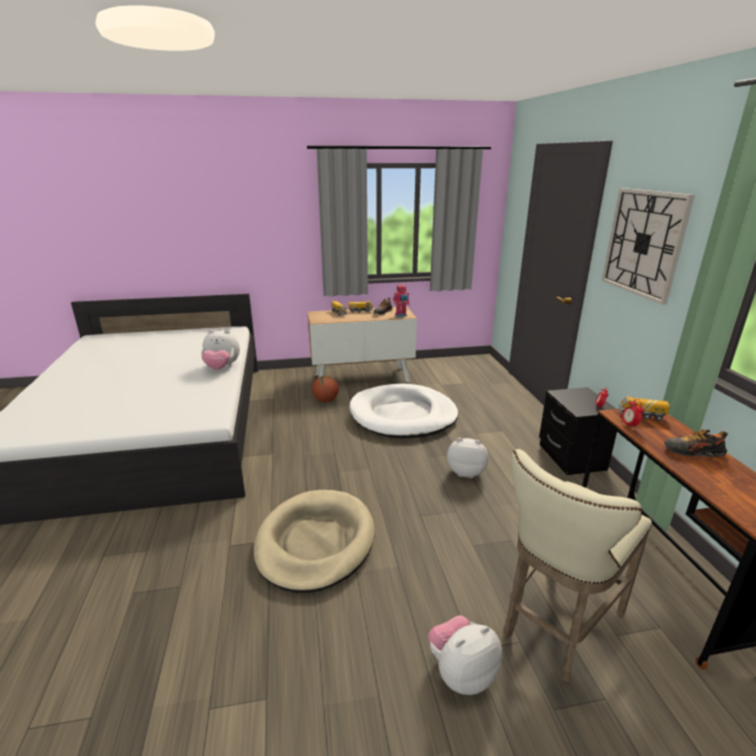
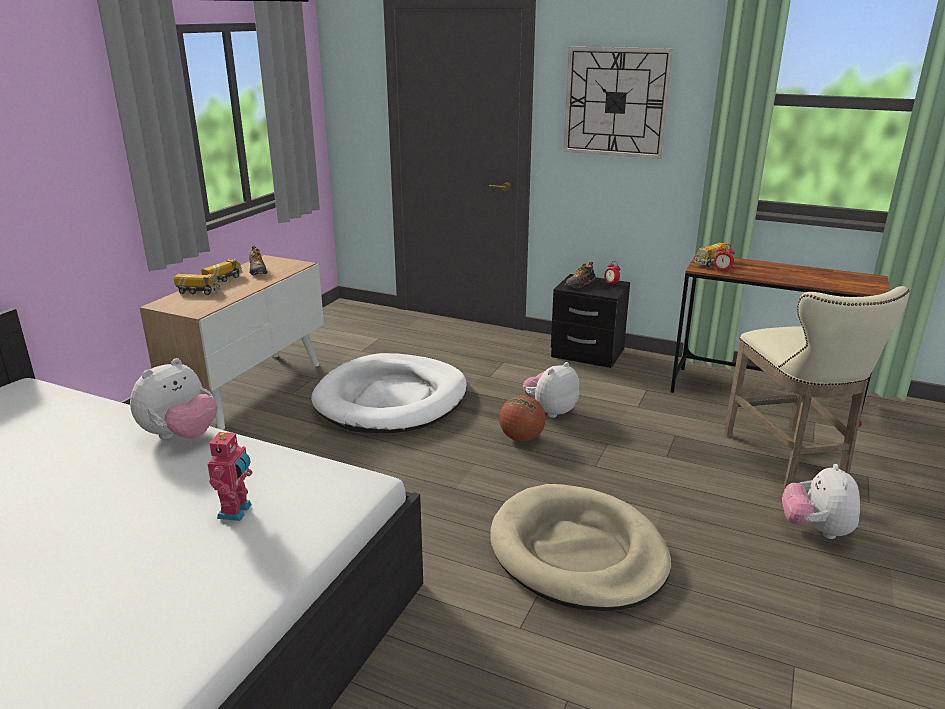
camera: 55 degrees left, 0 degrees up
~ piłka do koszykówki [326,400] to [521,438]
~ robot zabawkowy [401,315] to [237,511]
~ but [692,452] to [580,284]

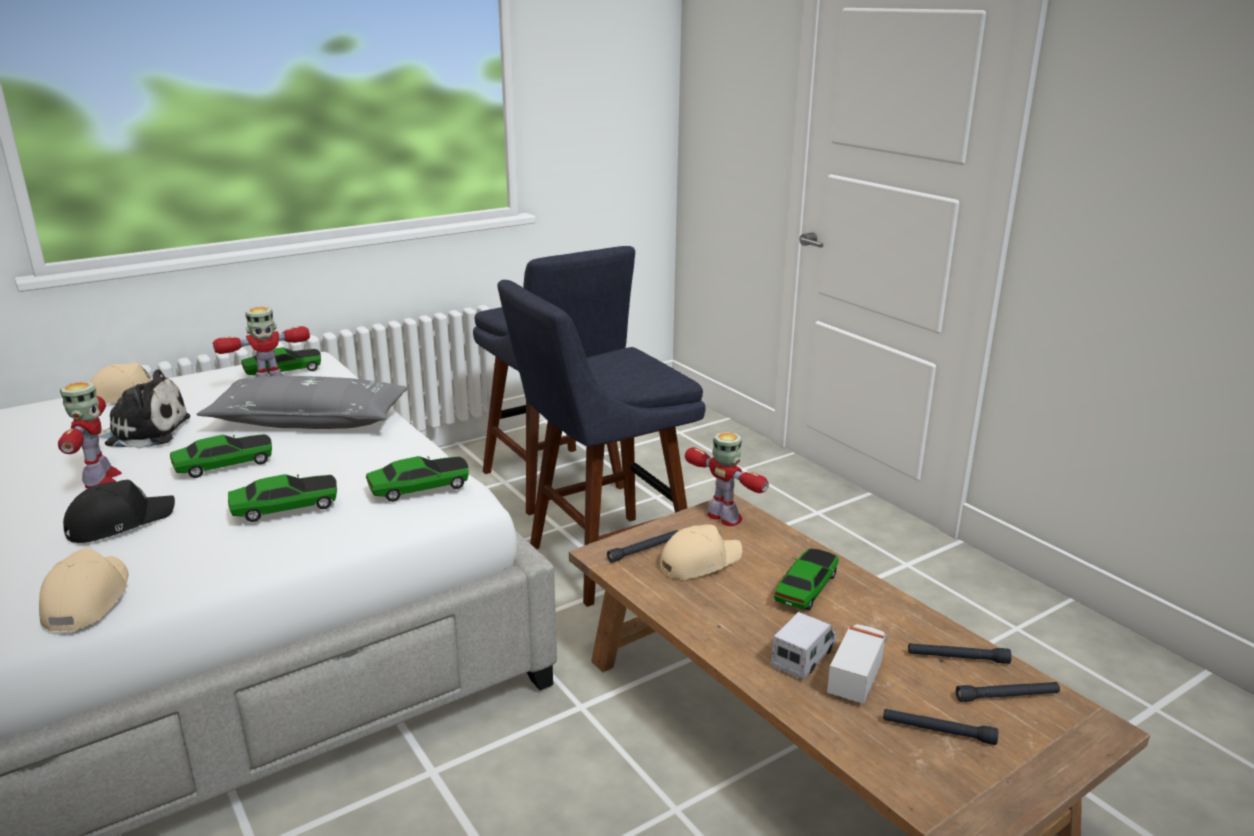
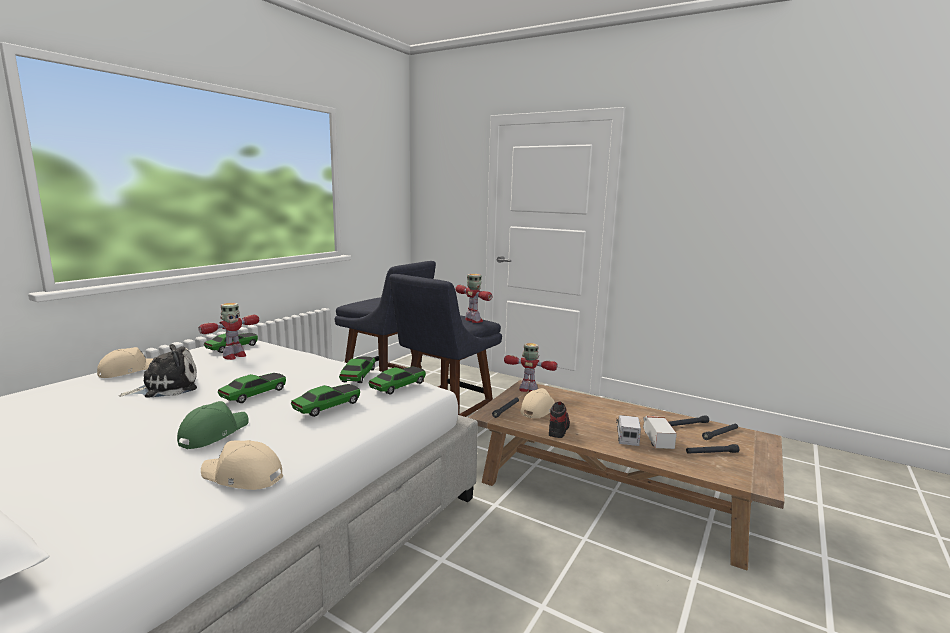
camera: 25 degrees left, 10 degrees down
- poduszka (szary) [309,420]
+ but [558,428]
~ robot zabawkowy [100,480] to [473,320]
~ samochodzik [805,589] to [358,376]
~ czapka z daszkiem (czarny) [119,522] to czapka z daszkiem (zielony) [213,433]
~ czapka z daszkiem (beżowy) [86,600] = [242,476] 45 degrees counterclockwise

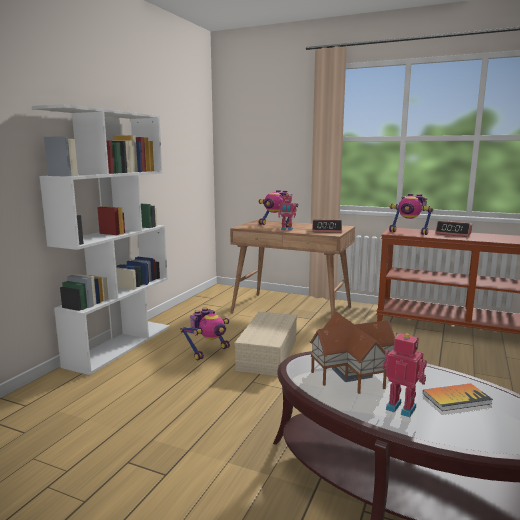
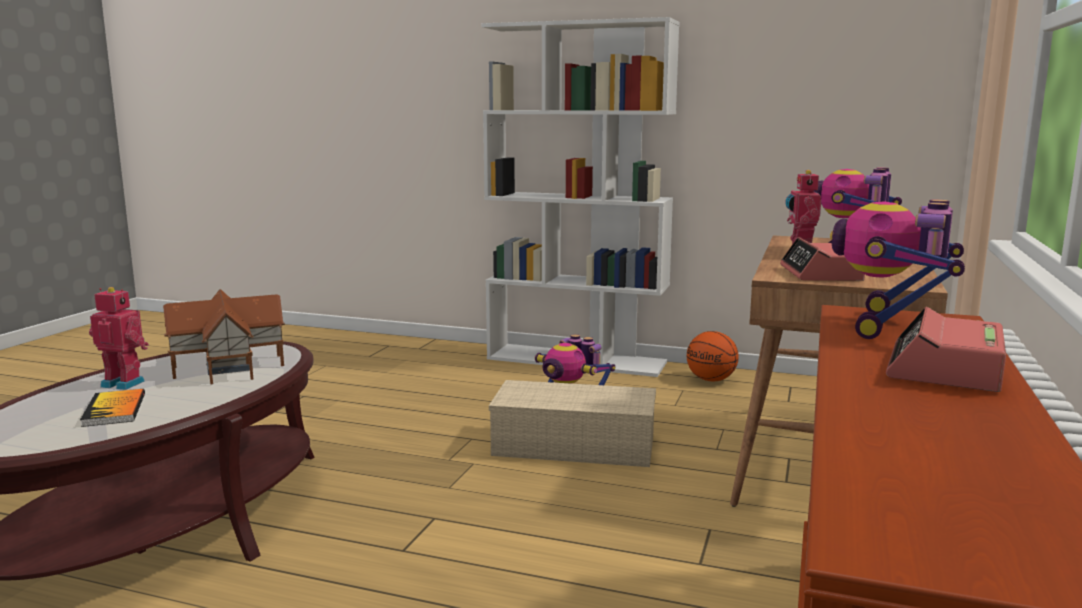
camera: 85 degrees right, 0 degrees up
+ piłka do koszykówki [711,380]
~ robot zabawkowy [401,407] = [124,383] 105 degrees counterclockwise

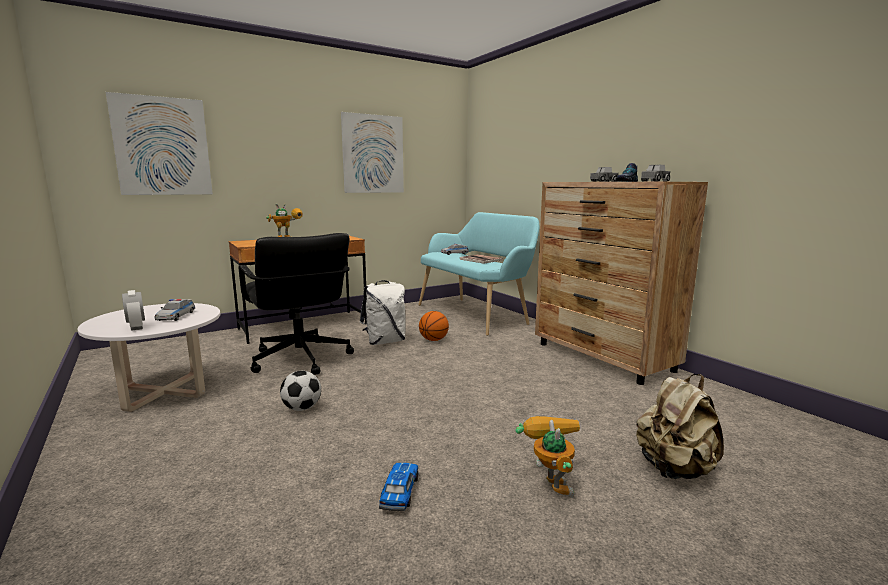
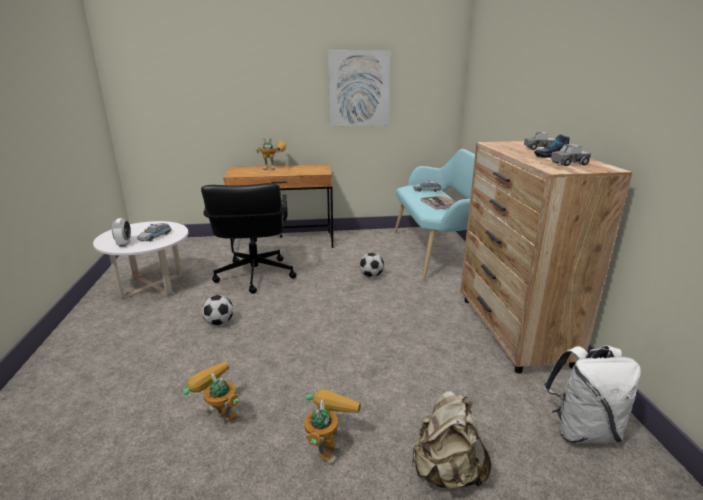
camera: 25 degrees right, 10 degrees up
- obraz [162,146]
~ plecak (biały) [385,341] to [582,430]
~ samochodzik [399,493] to robot zabawkowy [219,416]
~ piłka do koszykówki [433,340] to piłka futbolowa [371,276]

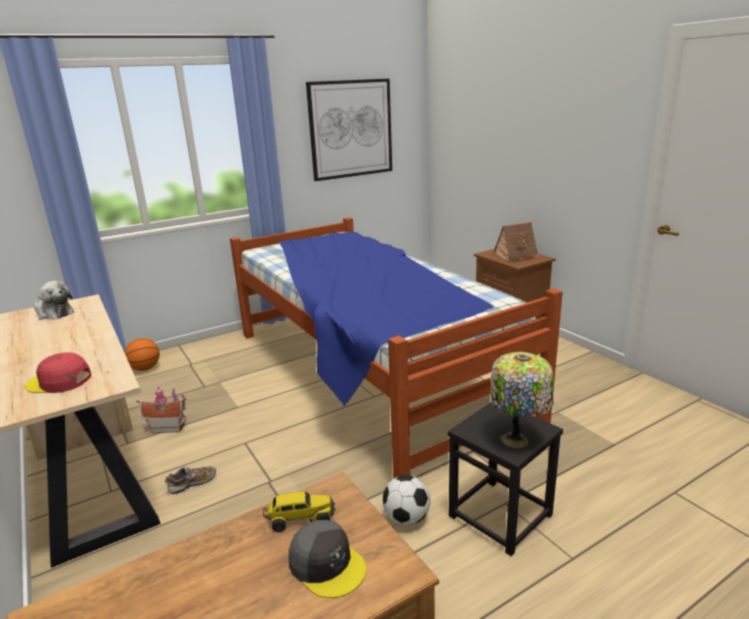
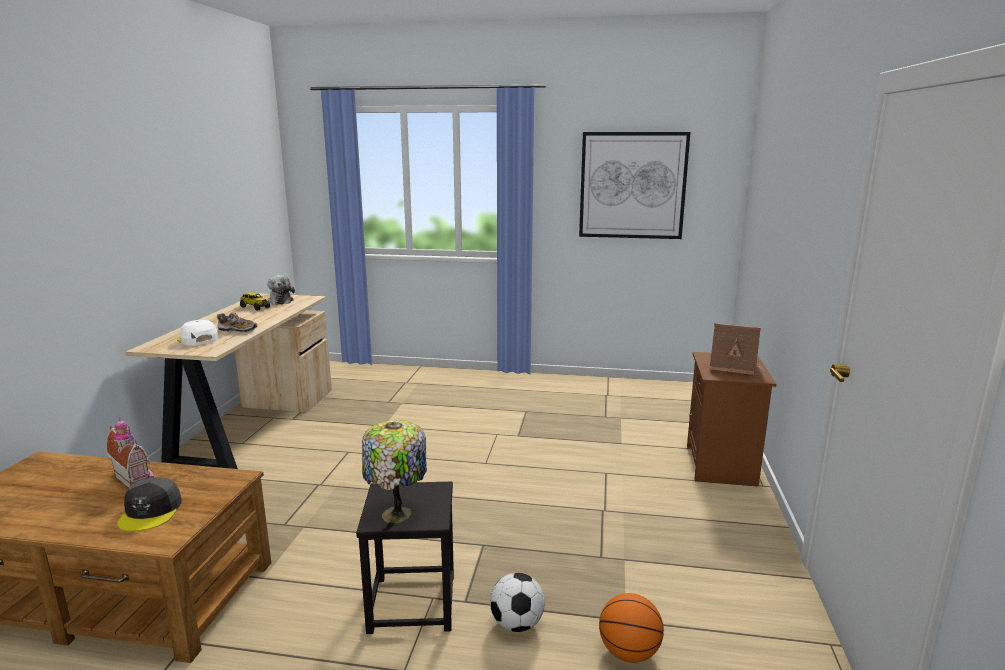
camera: 40 degrees right, 5 degrees down
- łóżko [369,373]
~ piłka do koszykówki [145,368] to [629,652]
~ domek [168,427] to [136,478]
~ but [192,484] to [238,330]
~ ciężarówka zabawkowa [300,519] to [255,307]
~ piłka futbolowa [406,518] to [517,624]
~ czapka z daszkiem (czerwony) [59,381] to czapka z daszkiem (biały) [197,339]

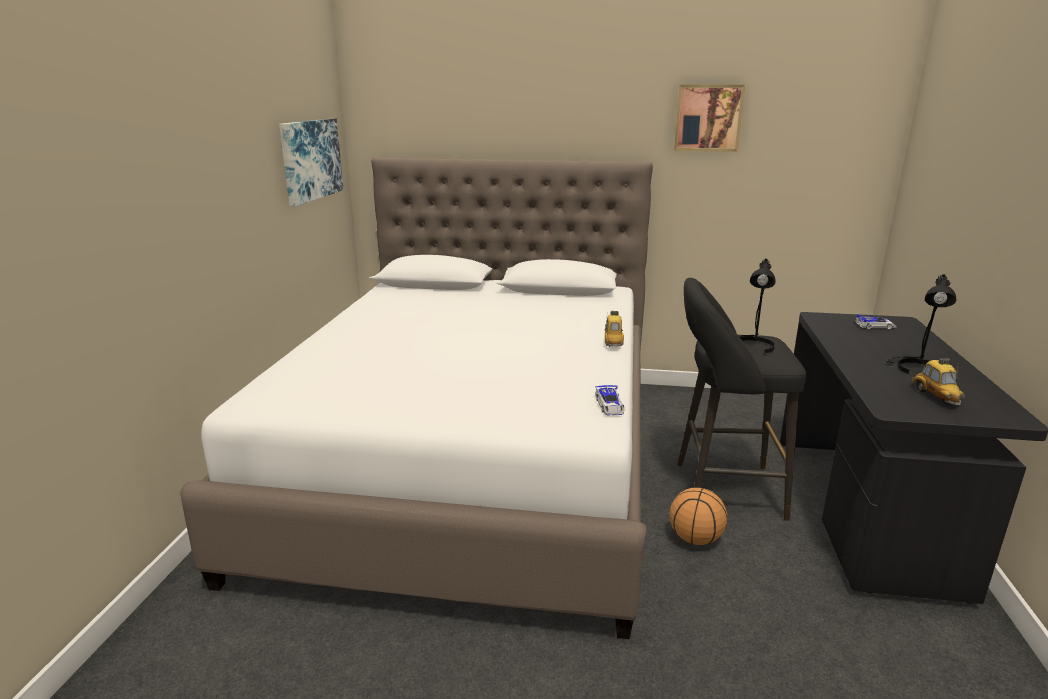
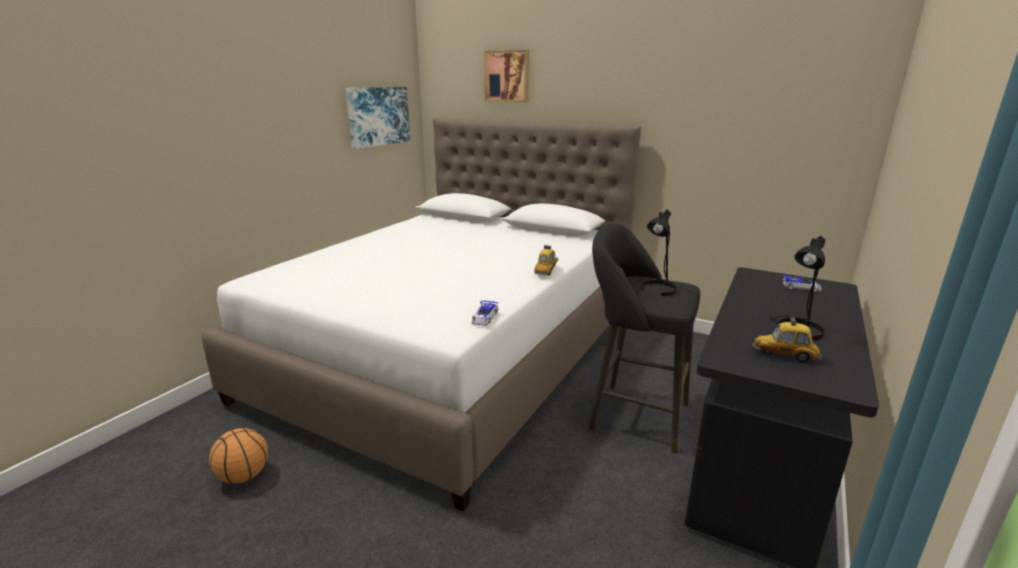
camera: 20 degrees right, 0 degrees up
~ piłka do koszykówki [694,539] to [243,476]
~ obraz [708,118] to [507,76]
~ samochodzik [936,396] = [785,356] 90 degrees clockwise

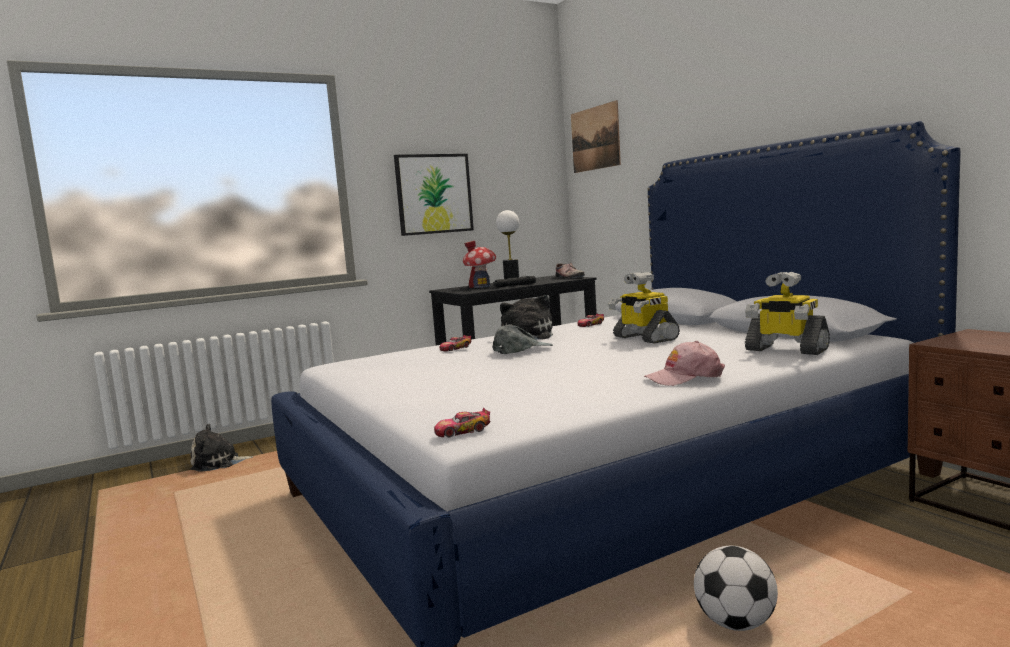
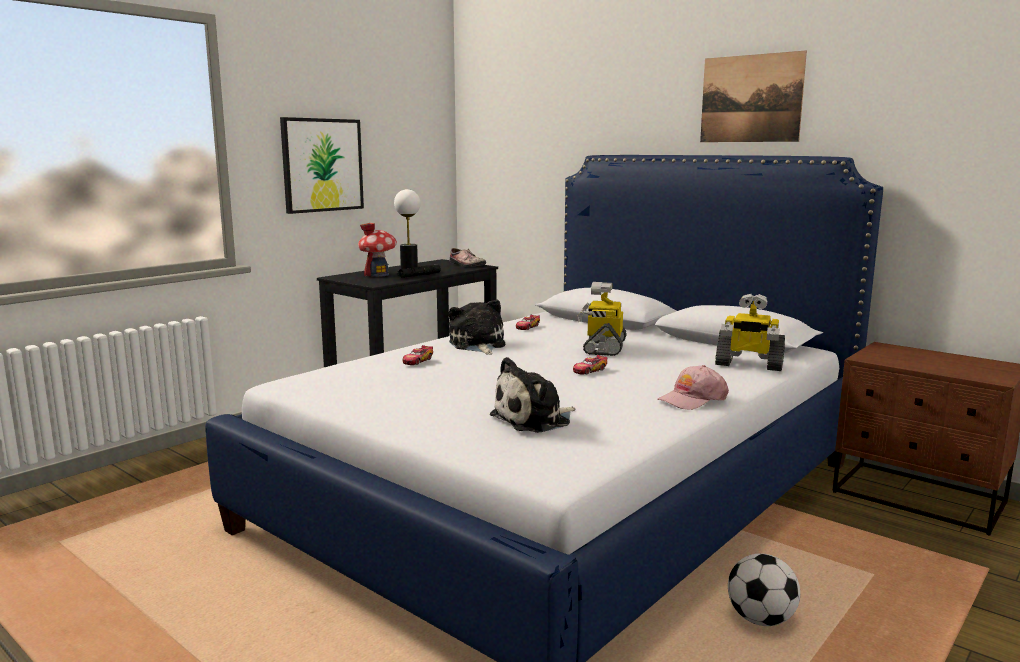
camera: 20 degrees left, 5 degrees up
- czapka z daszkiem (szary) [522,349]
~ pluszak [219,463] to [534,420]
~ samochodzik [462,431] to [589,370]
~ obraz [595,138] to [751,98]
~ robot zabawkowy [644,338] = [603,347] 60 degrees clockwise

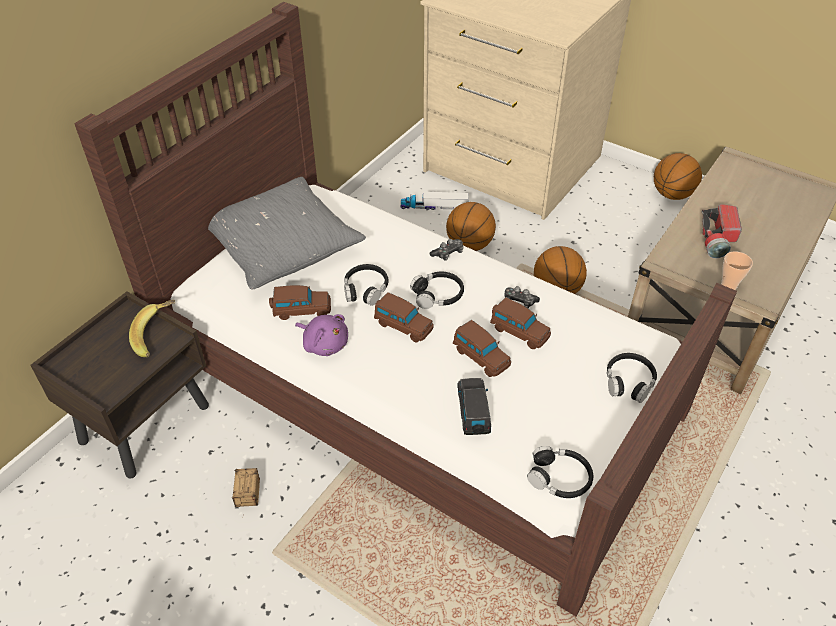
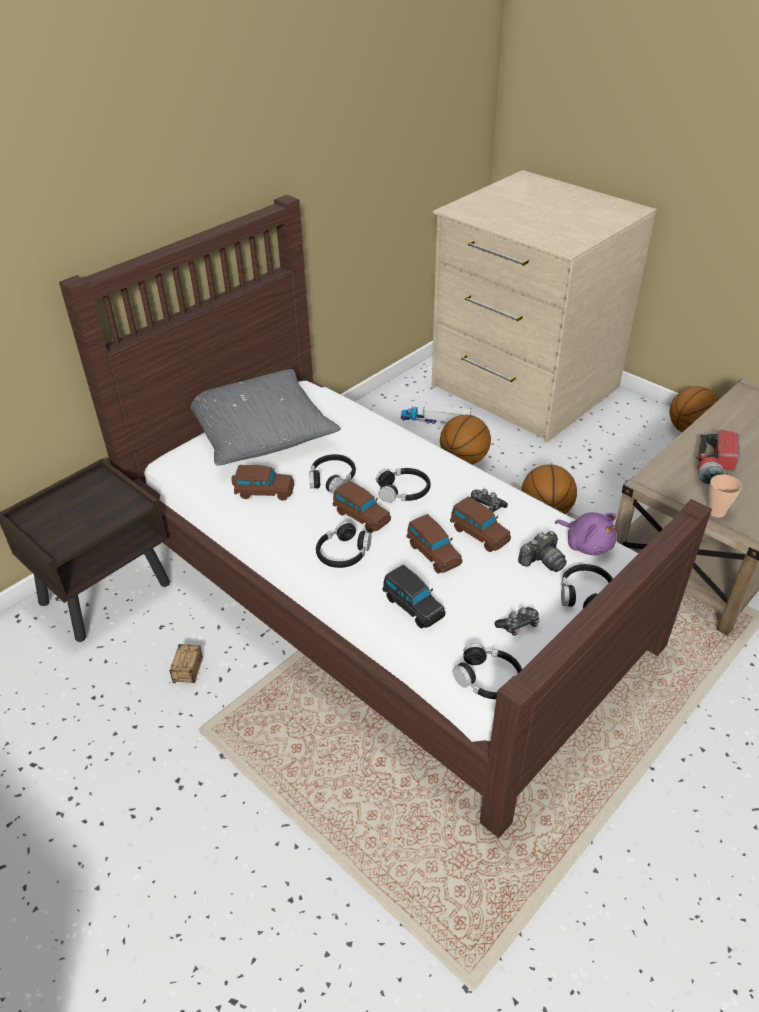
camera: 10 degrees right, 5 degrees down
- banan [158,336]
+ słuchawki (czarny) [343,553]
+ aparat fotograficzny [542,561]
~ pluszak (fioletowy) [324,344] to [587,544]
~ pad do gier [448,253] to [518,625]
~ samochodzik (czarny) [473,413] = [412,606] 135 degrees clockwise

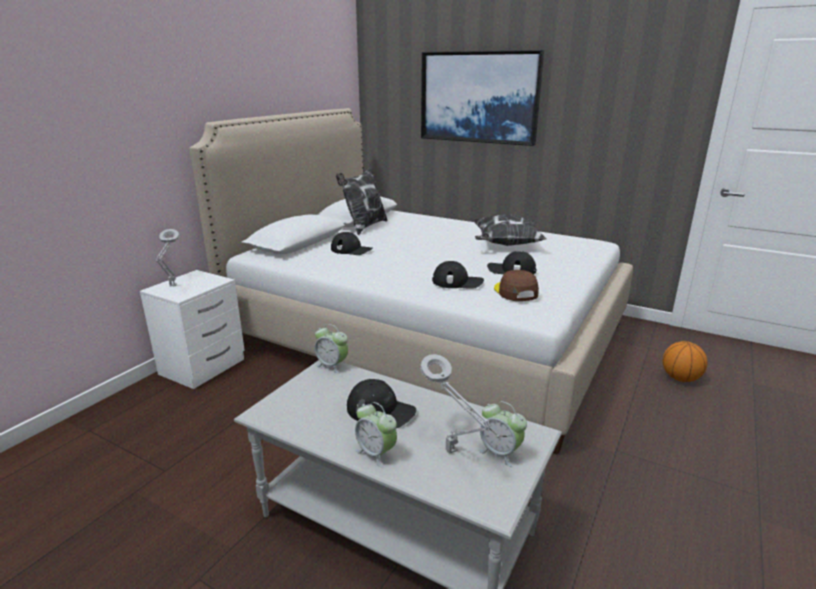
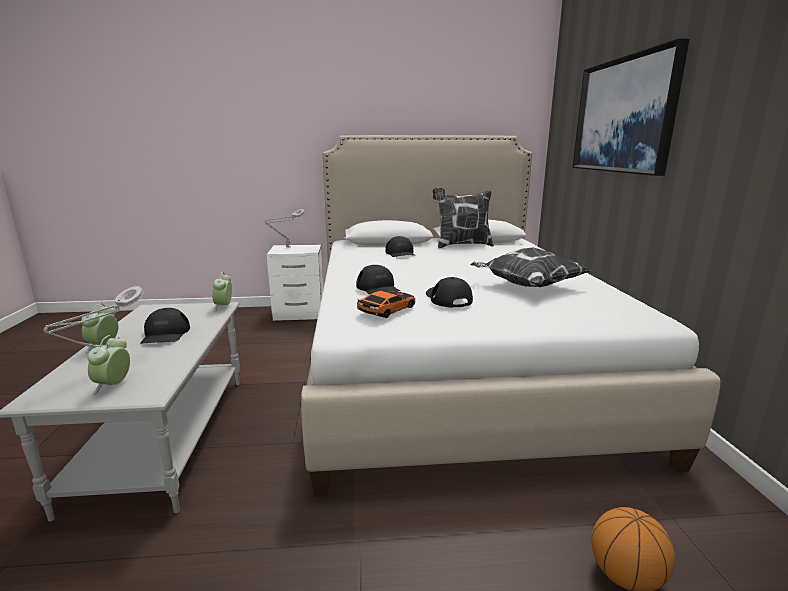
camera: 55 degrees right, 5 degrees down
~ czapka z daszkiem (brązowy) [515,292] to samochodzik [387,309]

